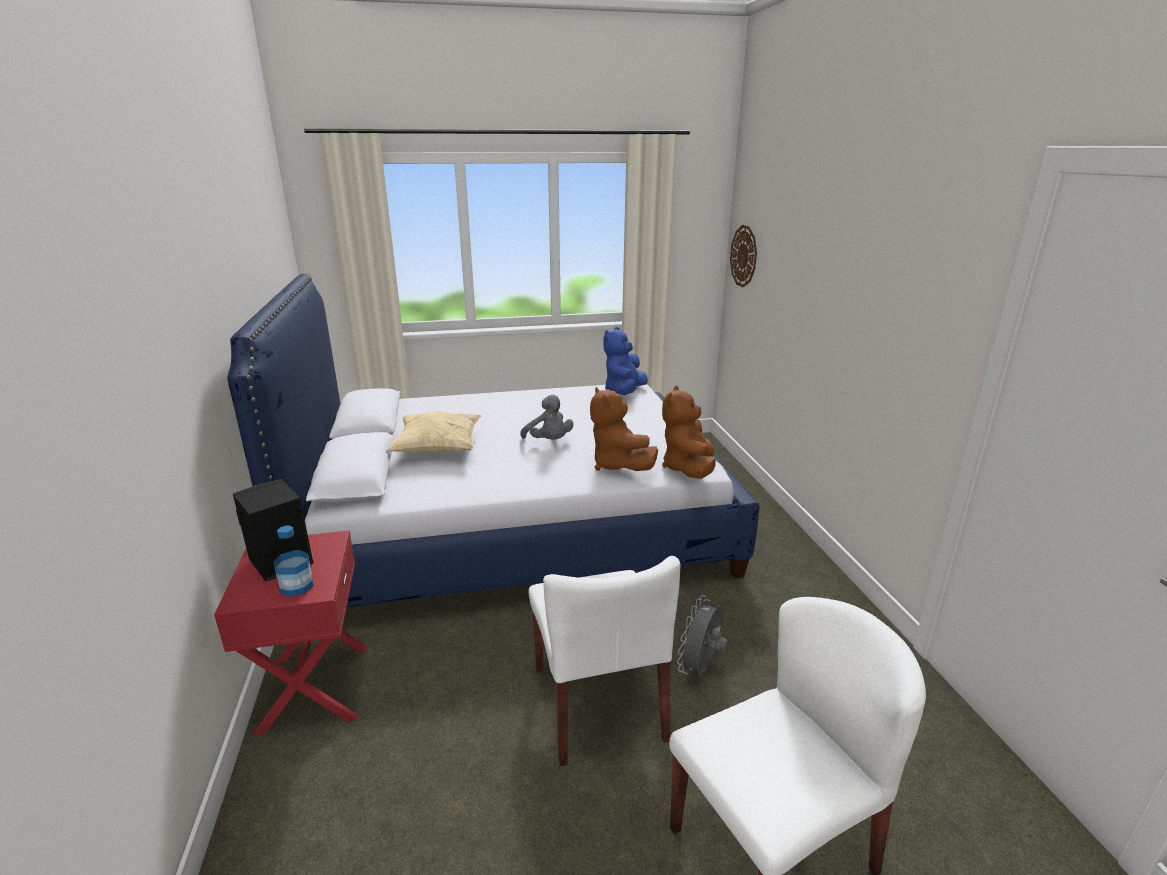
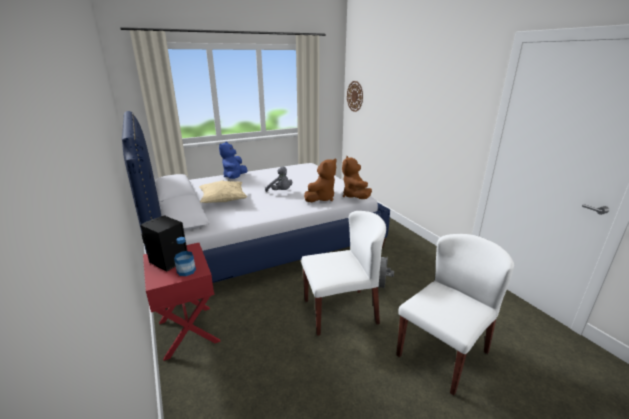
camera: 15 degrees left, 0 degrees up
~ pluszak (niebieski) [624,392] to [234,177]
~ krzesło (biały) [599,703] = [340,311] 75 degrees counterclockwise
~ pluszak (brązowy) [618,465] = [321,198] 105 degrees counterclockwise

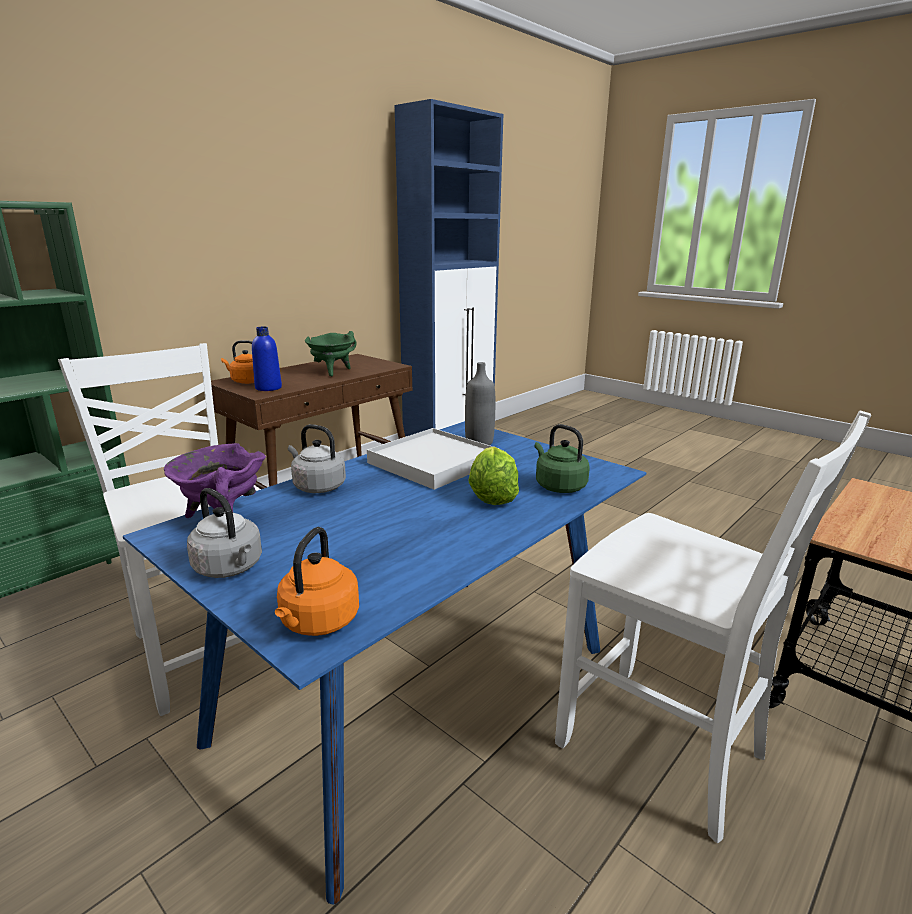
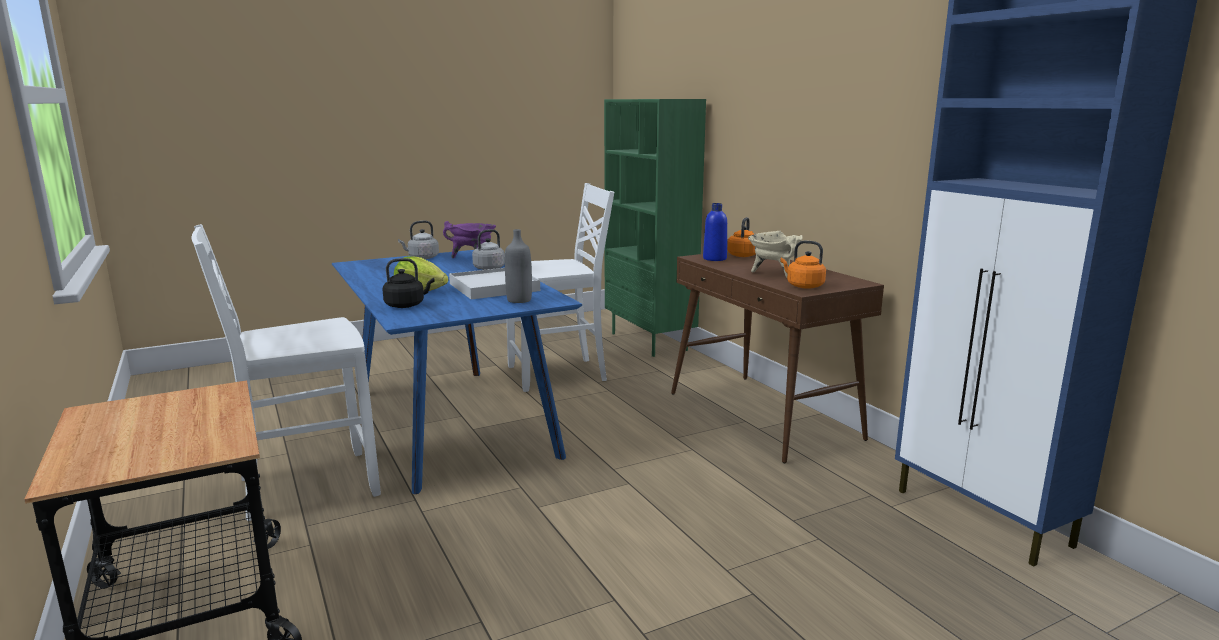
camera: 110 degrees right, 5 degrees down
~ czajnik (pomarańczowy) [318,623] to [803,286]
~ garnek (zielony) [332,372] to garnek (beżowy) [774,273]
~ czajnik (zielony) [558,486] to czajnik (czarny) [407,305]

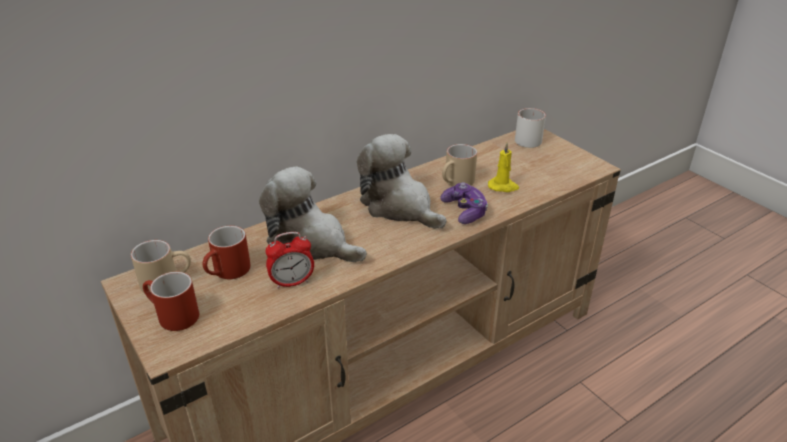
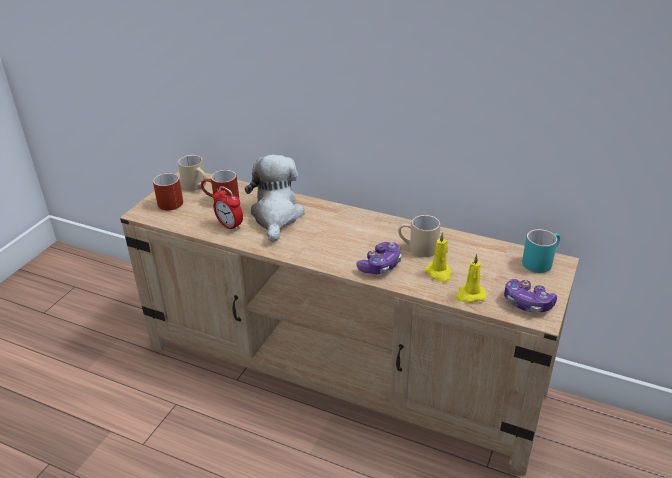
camera: 60 degrees right, 0 degrees up
- pluszak [399,206]
+ świeca (żółty) [470,295]
+ pad do gier [527,303]
~ kubek (biały) [525,138] to kubek (turkusowy) [540,261]

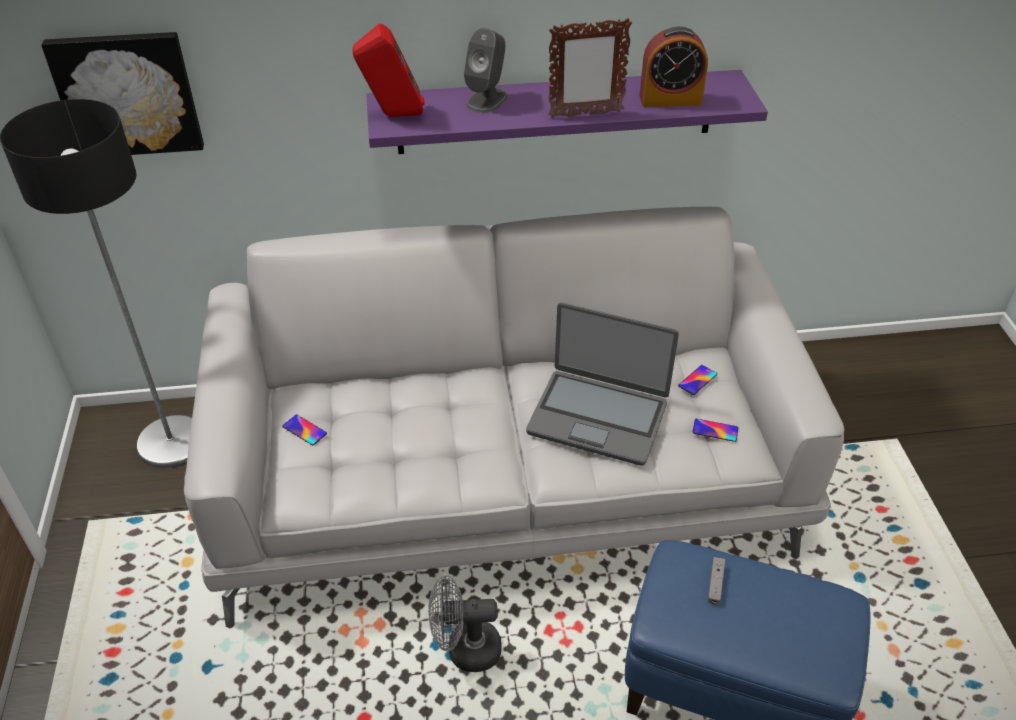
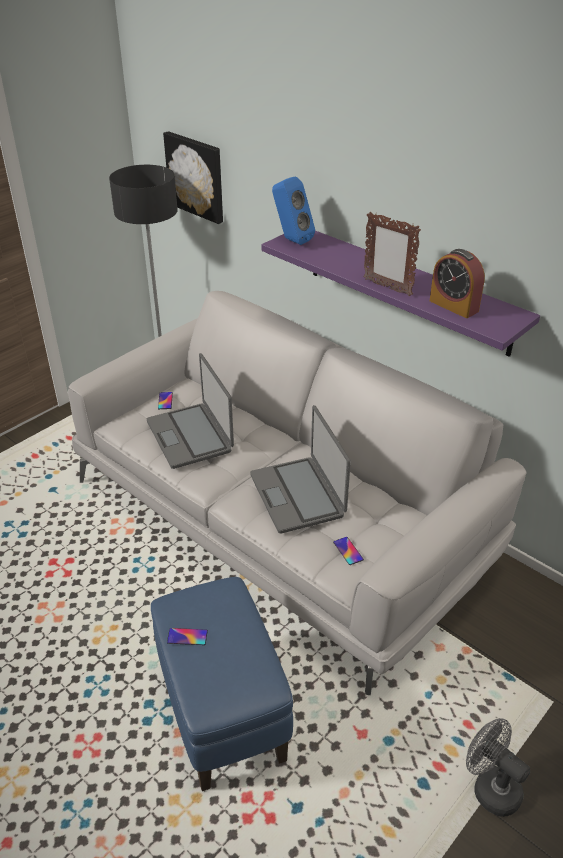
camera: 50 degrees right, 5 degrees down
- głośnik (szary) [487,100]
- pad do gier (szary) [715,584]
+ laptop [190,436]
~ wentylator (szary) [465,650] to [490,787]
~ telefon [697,380] to [187,637]
~ głośnik (czerwony) [392,116] to głośnik (niebieski) [291,240]

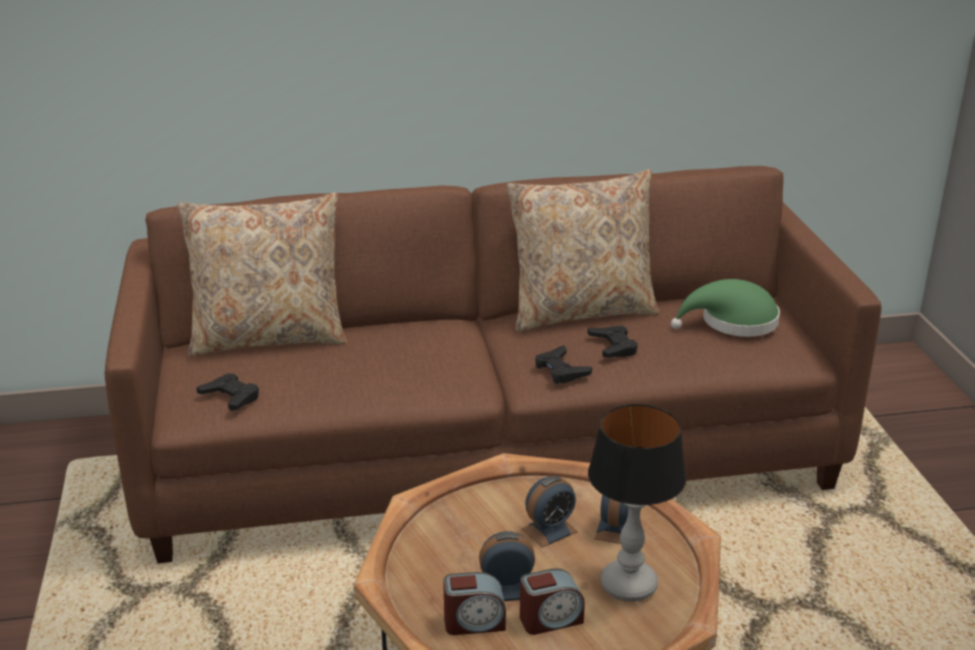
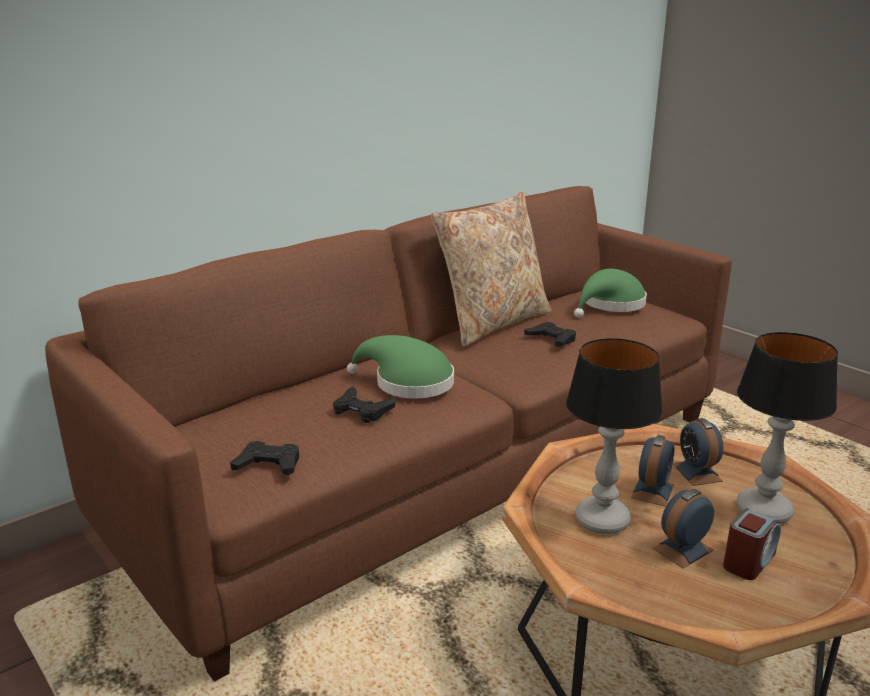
camera: 30 degrees left, 5 degrees down
- poduszka (beżowy) [269,337]
- budzik [474,622]
+ kapelusz (zielony) [408,383]
+ lampa stołowa [601,520]
~ pad do gier (czarny) [561,370] to [362,410]

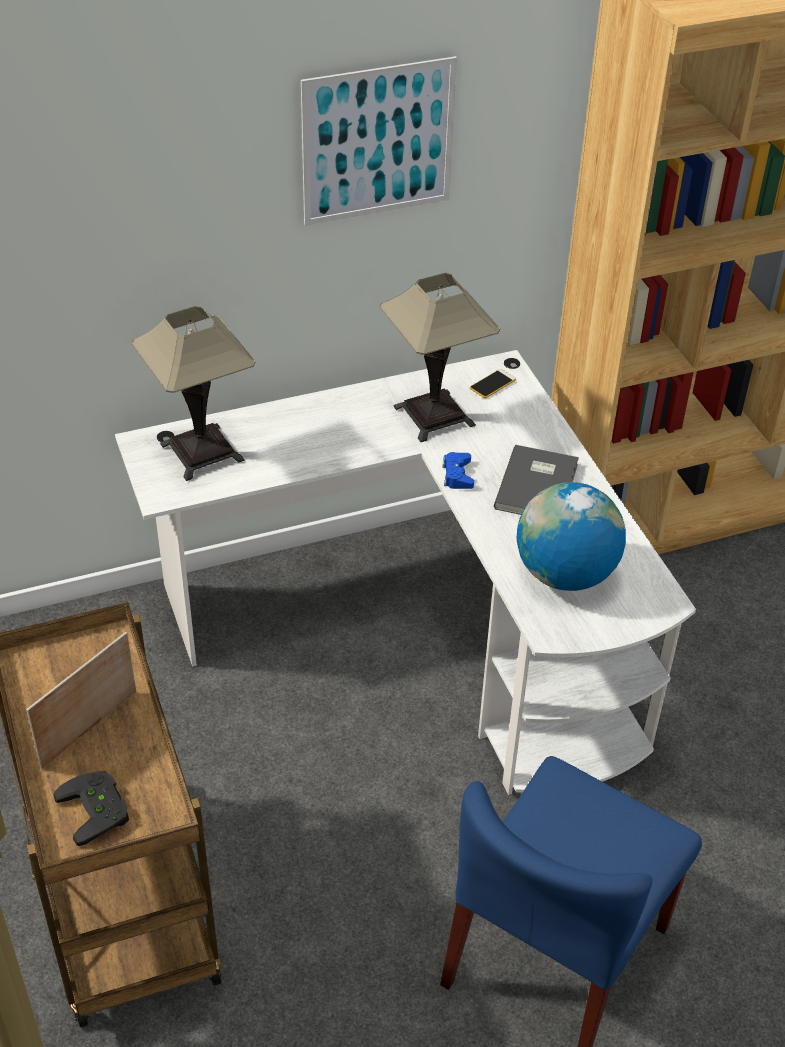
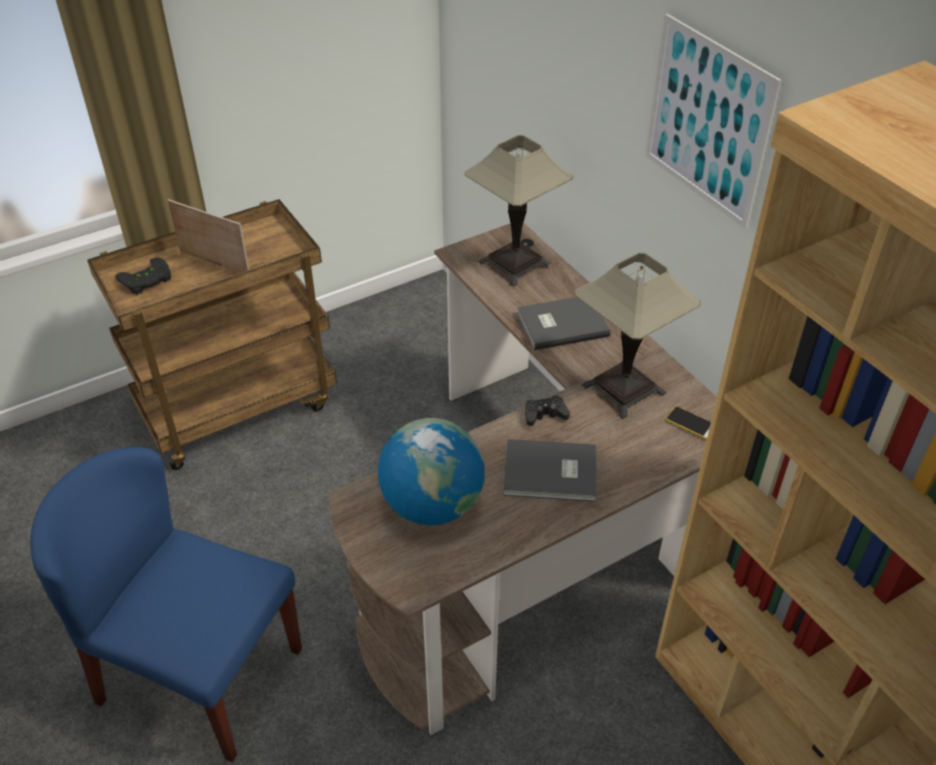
camera: 80 degrees right, 0 degrees up
+ książka (szary) [560,324]
~ biurko (biały) [426,629] to biurko (brązowy) [534,536]
~ pad do gier (niebieski) [457,475] to pad do gier (czarny) [545,415]

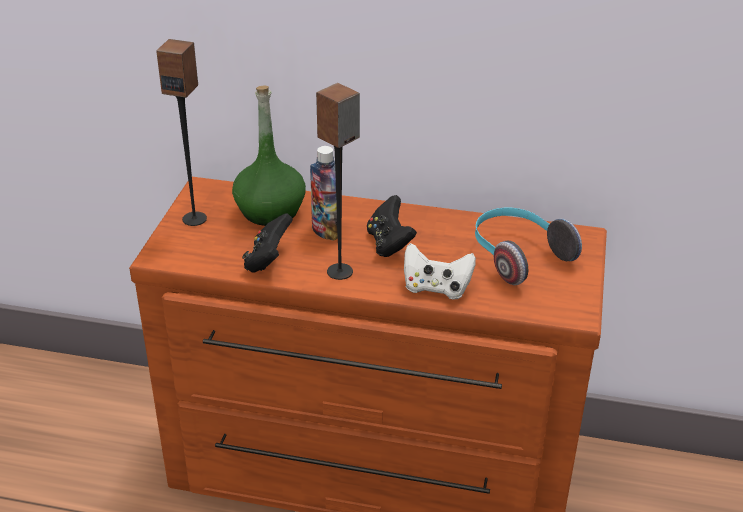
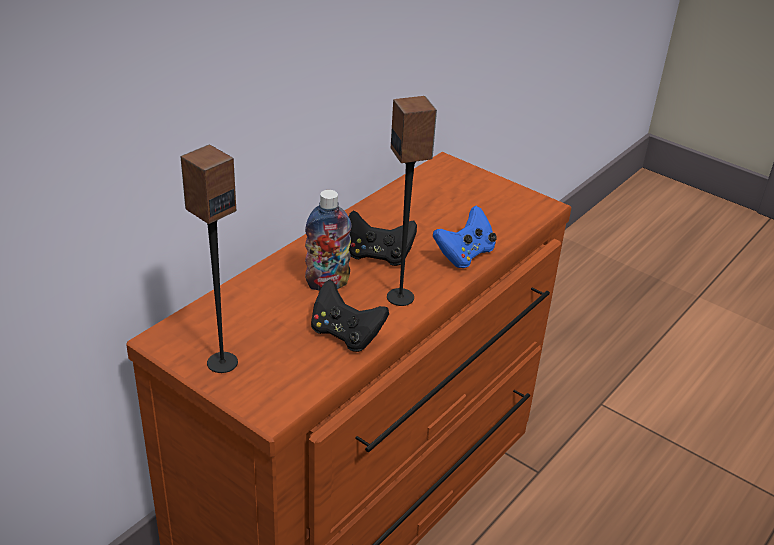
camera: 65 degrees left, 0 degrees up
- butelka (zielony) [270,211]
- słuchawki [517,256]
~ pad do gier (biały) [436,288] to pad do gier (niebieski) [465,255]

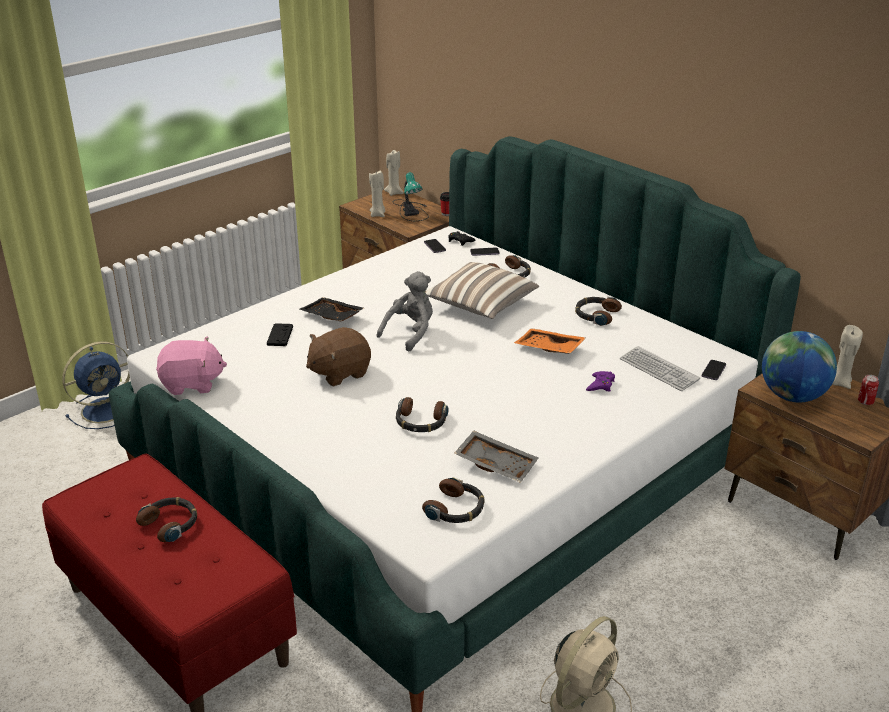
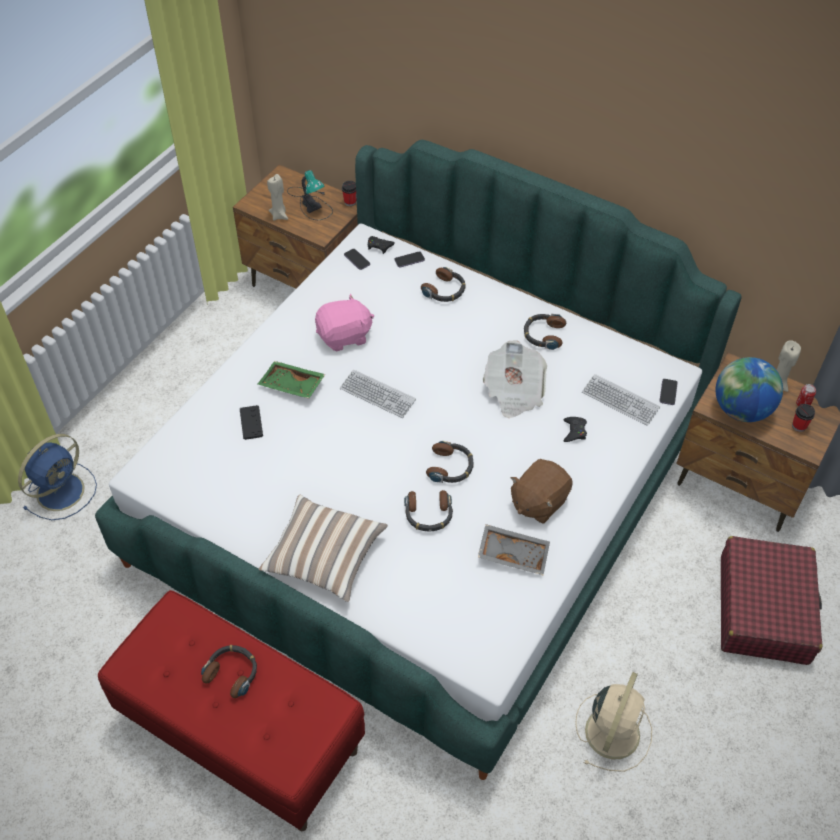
camera: 15 degrees left, 20 degrees up
- świeca (beżowy) [394,193]
+ walizka (czerwony) [764,609]
+ filiżanka [799,426]
~ pluszak (różowy) [192,384] to [344,336]
~ pluszak (brązowy) [339,373] to [538,502]
~ słuchawki [456,509] to [450,467]
~ poduszka [480,305] to [324,557]
~ pluszak (szary) [410,333] to klawiatura [377,395]
~ taca (pomarańczowy) [548,349] to gazeta [514,392]
~ taca (czarny) [331,317] to taca (zielony) [291,386]
~ pad do gier (fioletowy) [600,385] to pad do gier (czarny) [574,431]

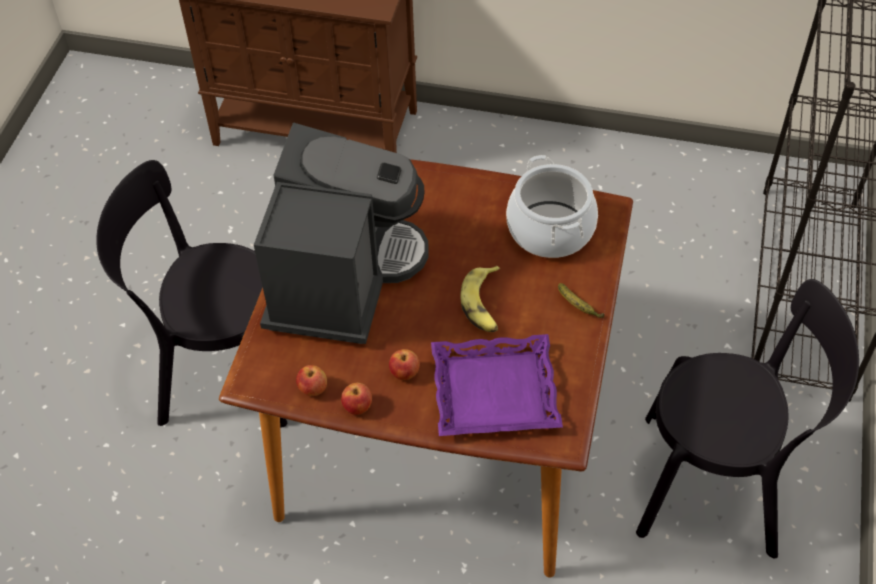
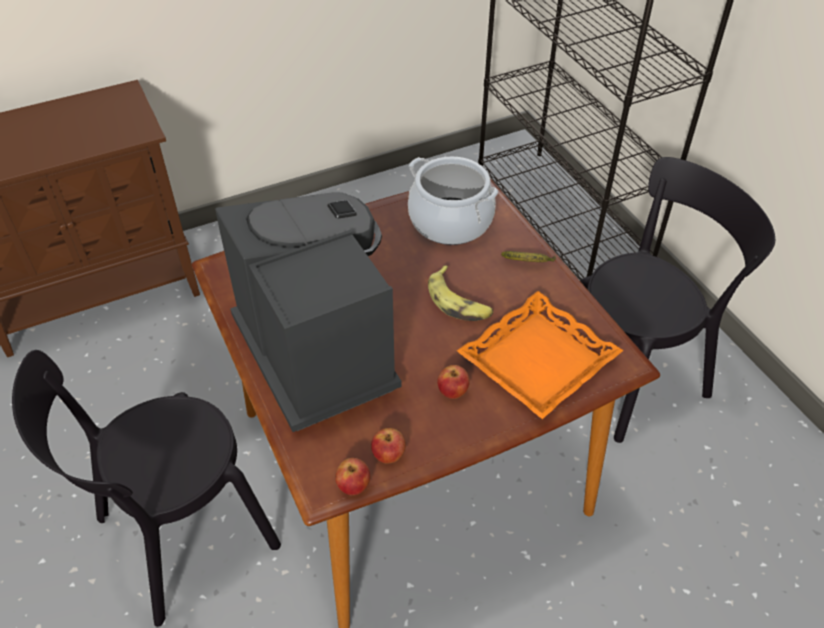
camera: 40 degrees left, 5 degrees down
~ jabłko [358,407] to [354,486]
~ taca (fioletowy) [494,393] to taca (pomarańczowy) [538,361]

